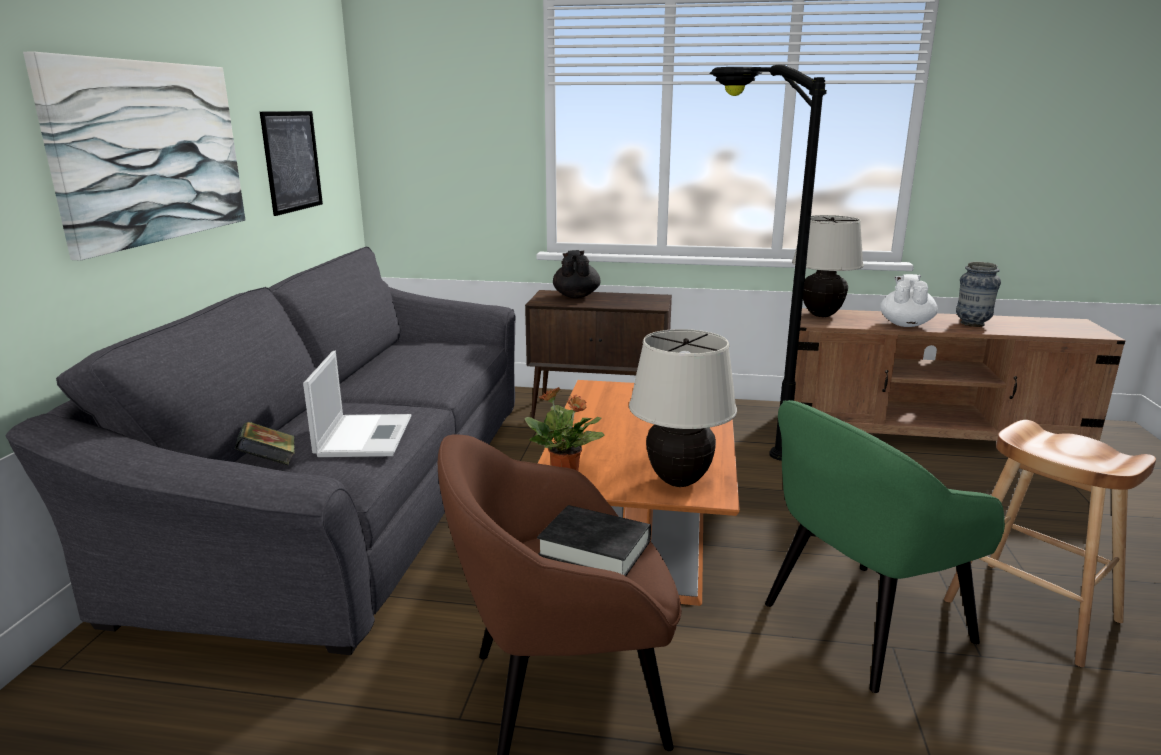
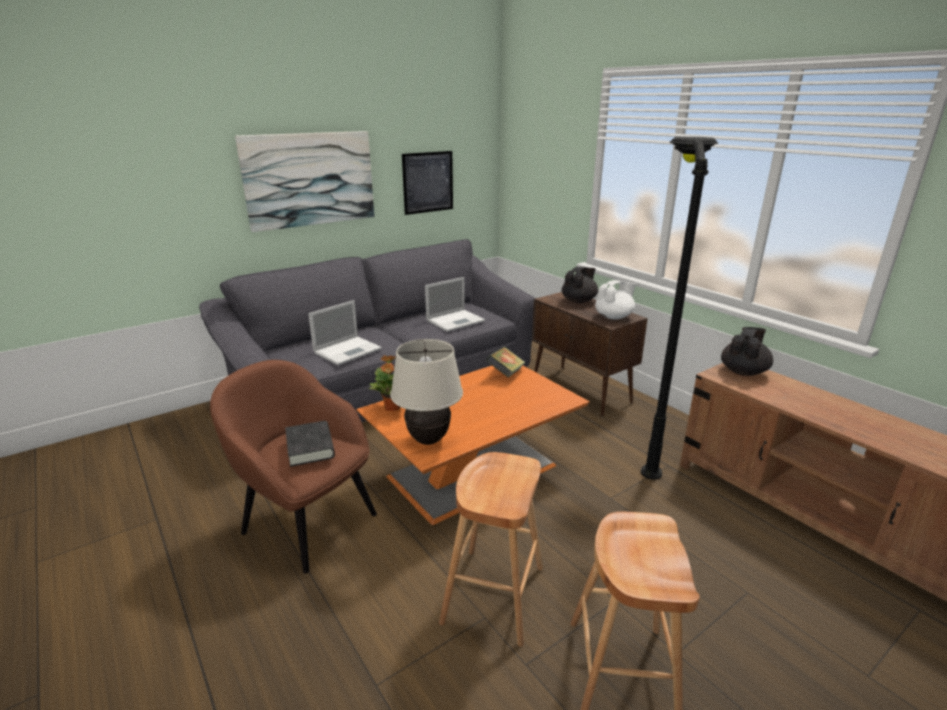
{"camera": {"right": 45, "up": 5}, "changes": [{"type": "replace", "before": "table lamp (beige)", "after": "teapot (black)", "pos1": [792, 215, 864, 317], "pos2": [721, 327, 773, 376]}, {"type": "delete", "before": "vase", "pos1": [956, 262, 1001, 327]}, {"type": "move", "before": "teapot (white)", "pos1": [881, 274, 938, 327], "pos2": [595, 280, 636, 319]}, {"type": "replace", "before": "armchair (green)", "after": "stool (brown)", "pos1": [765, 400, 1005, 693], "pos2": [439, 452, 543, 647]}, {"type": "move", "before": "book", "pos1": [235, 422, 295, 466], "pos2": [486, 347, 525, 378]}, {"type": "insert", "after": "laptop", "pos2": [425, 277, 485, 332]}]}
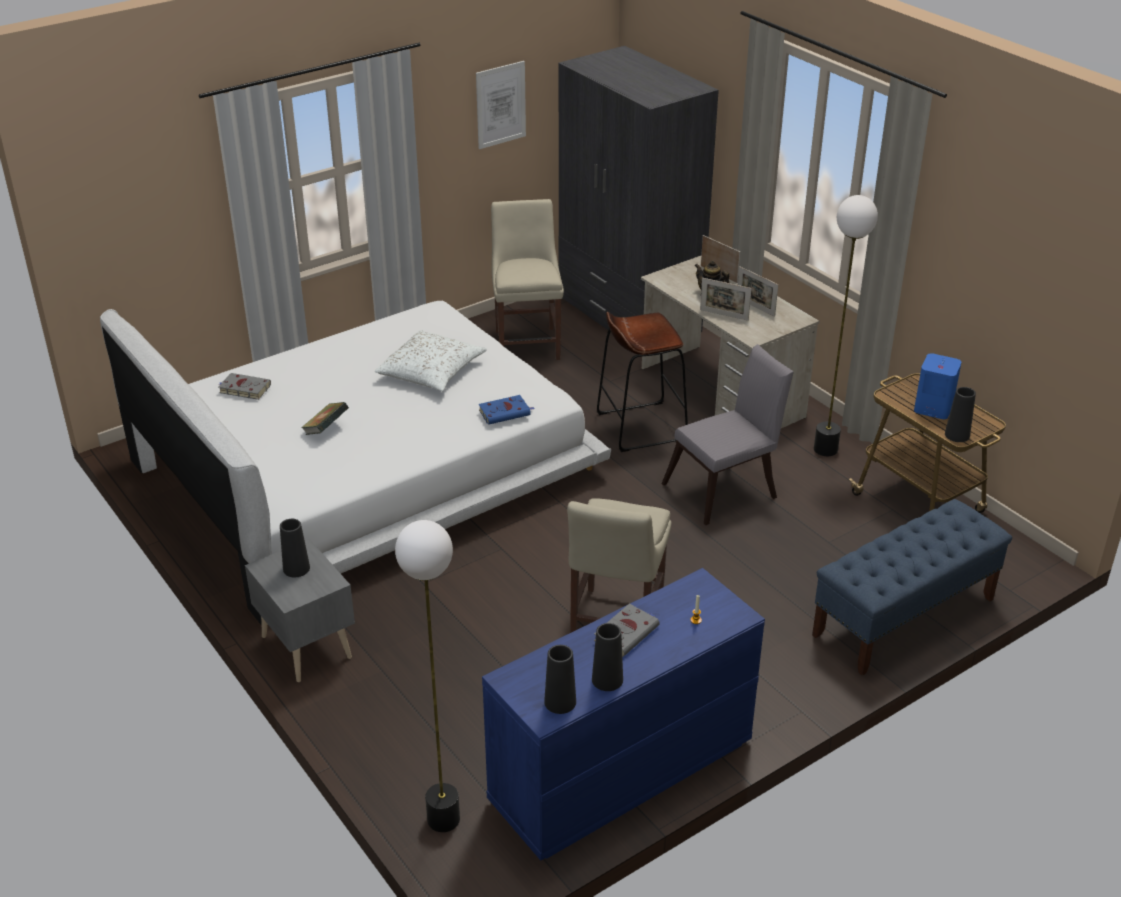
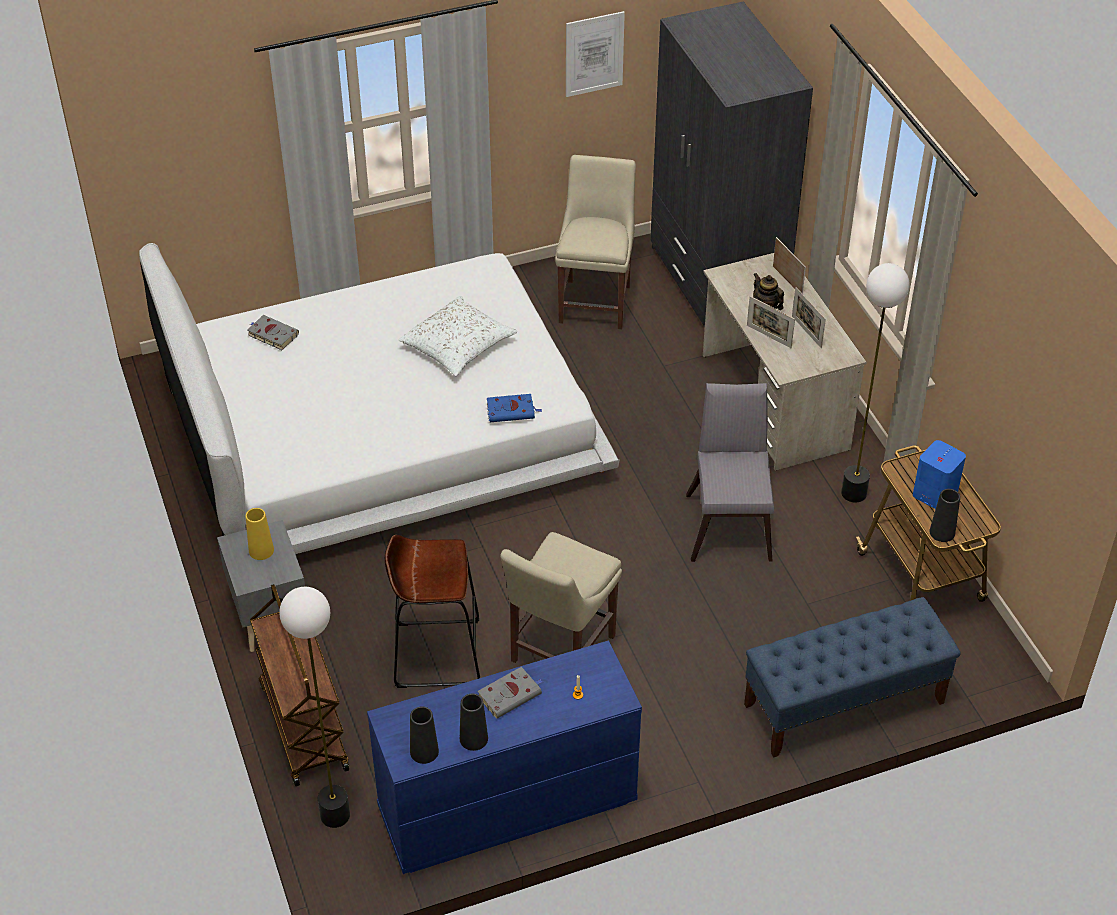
{"camera": {"right": 15, "up": 10}, "changes": [{"type": "move", "before": "stool (brown)", "pos1": [597, 312, 688, 452], "pos2": [385, 535, 480, 688]}, {"type": "rotate", "before": "chair (grey)", "pos1": [661, 344, 794, 525], "pos2": [686, 383, 774, 562], "turn": -75}, {"type": "delete", "before": "book", "pos1": [301, 402, 349, 435]}, {"type": "recolor", "before": "vase (black)", "after": "vase (yellow)", "pos1": [280, 519, 310, 577], "pos2": [246, 508, 274, 560]}, {"type": "insert", "after": "cart (brown)", "pos2": [250, 584, 349, 786]}]}
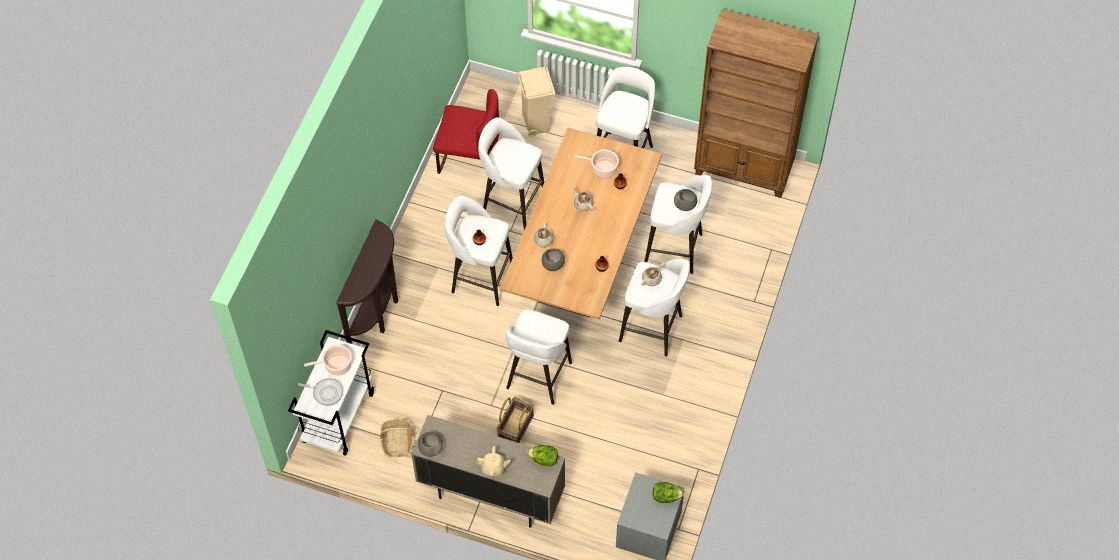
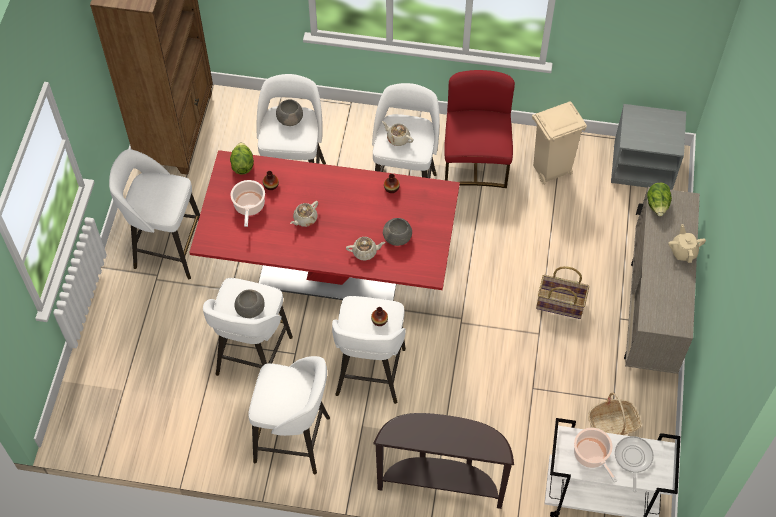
{"camera": {"right": -100, "up": 0}, "changes": [{"type": "move", "before": "trash can (beige)", "pos1": [517, 67, 556, 137], "pos2": [532, 101, 587, 185]}, {"type": "move", "before": "chair (red)", "pos1": [433, 89, 499, 174], "pos2": [444, 70, 515, 188]}, {"type": "recolor", "before": "dining table (beige)", "after": "dining table (red)", "pos1": [500, 128, 662, 319], "pos2": [189, 150, 460, 301]}, {"type": "move", "before": "stool (white)", "pos1": [506, 309, 572, 405], "pos2": [248, 356, 330, 474]}, {"type": "move", "before": "bowl (grey)", "pos1": [418, 432, 443, 457], "pos2": [234, 290, 265, 318]}, {"type": "move", "before": "lettuce", "pos1": [652, 482, 684, 503], "pos2": [230, 142, 254, 174]}]}
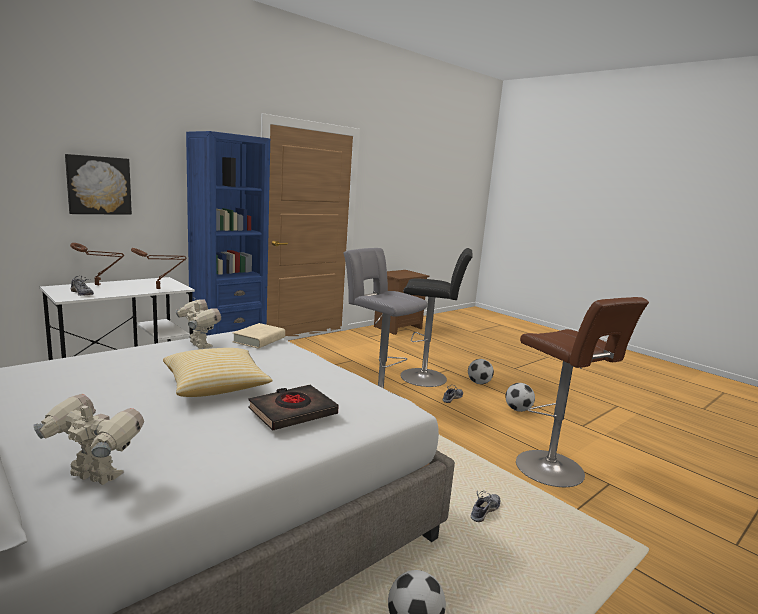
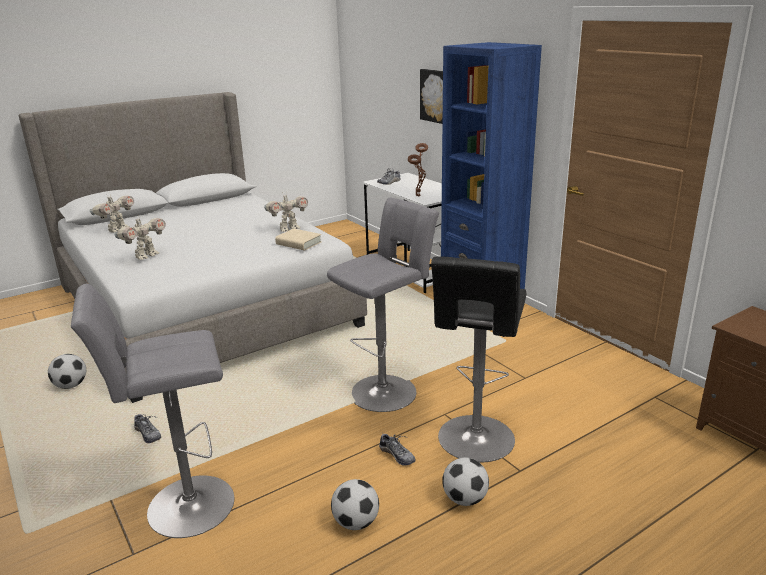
{"camera": {"right": 100, "up": 10}, "changes": [{"type": "recolor", "before": "stool (brown)", "after": "stool (grey)", "pos1": [516, 297, 649, 487], "pos2": [71, 284, 234, 538]}, {"type": "delete", "before": "pillow", "pos1": [163, 348, 273, 397]}, {"type": "replace", "before": "book (black)", "after": "toy robot", "pos1": [248, 385, 339, 431], "pos2": [114, 215, 166, 260]}]}
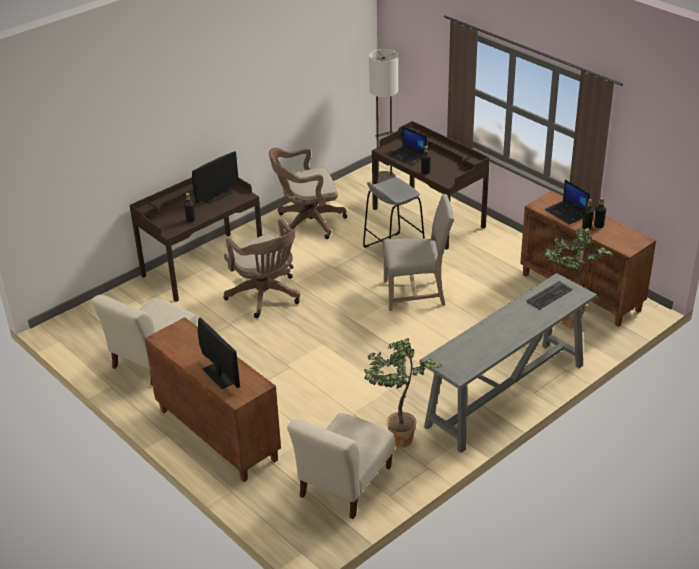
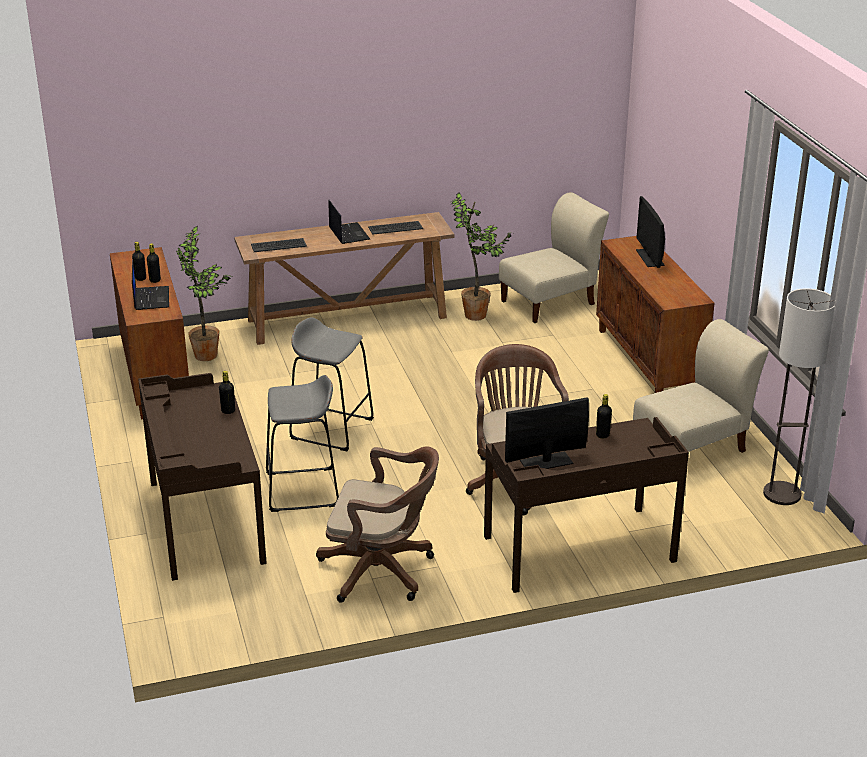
{"camera": {"right": -155, "up": -5}, "changes": [{"type": "move", "before": "floor lamp", "pos1": [369, 49, 398, 183], "pos2": [763, 288, 835, 505]}, {"type": "move", "before": "laptop", "pos1": [388, 126, 427, 166], "pos2": [328, 200, 370, 244]}, {"type": "replace", "before": "chair (beige)", "after": "stool (grey)", "pos1": [383, 194, 454, 311], "pos2": [289, 317, 374, 451]}, {"type": "recolor", "before": "console table (grey)", "after": "console table (brown)", "pos1": [419, 273, 597, 453], "pos2": [234, 212, 454, 345]}, {"type": "insert", "after": "keyboard", "pos2": [368, 221, 423, 235]}]}
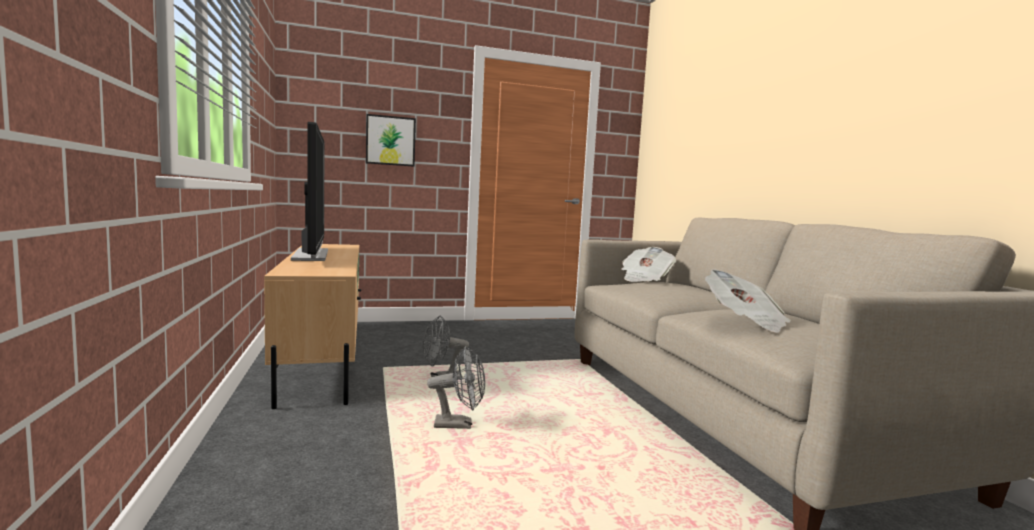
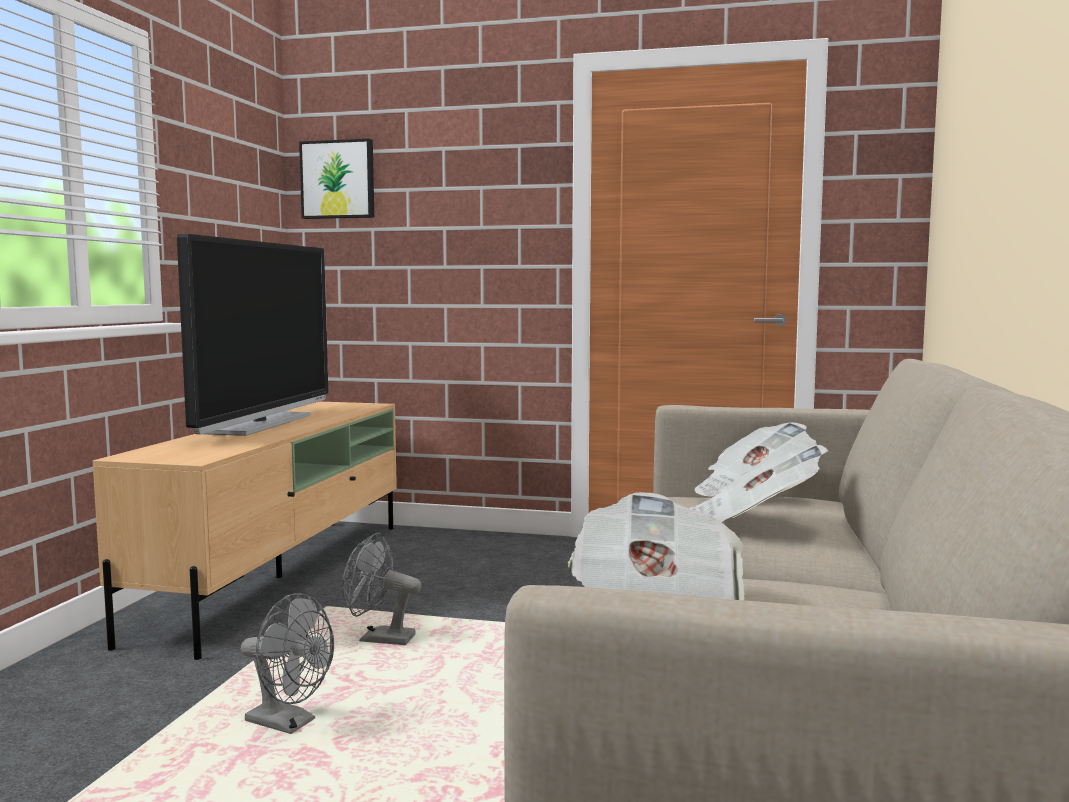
{"camera": {"right": 30, "up": 0}, "changes": [{"type": "move", "before": "picture", "pos1": [366, 114, 416, 167], "pos2": [299, 139, 374, 219]}, {"type": "insert", "after": "newspaper", "pos2": [689, 445, 828, 522]}]}
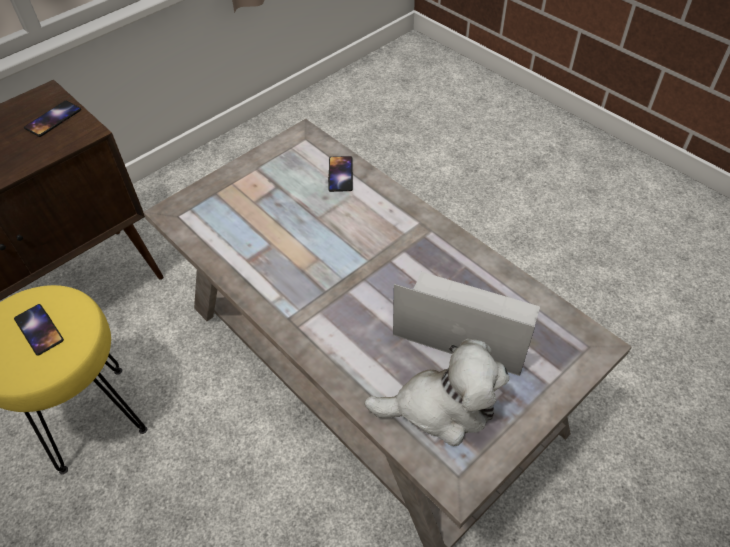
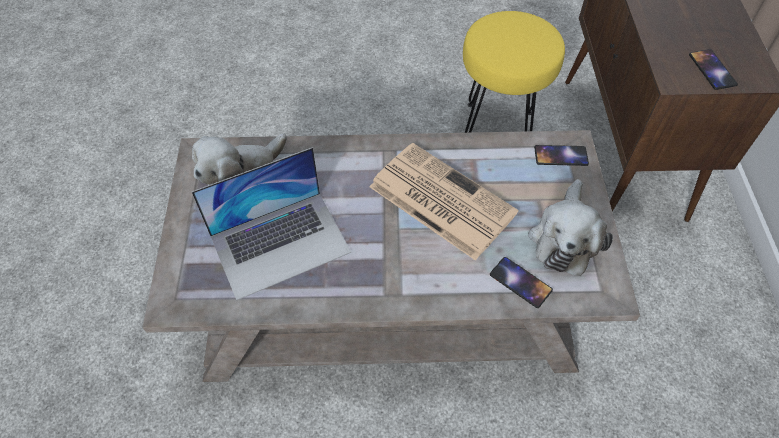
{"camera": {"right": 130, "up": 5}, "changes": [{"type": "move", "before": "phone", "pos1": [14, 304, 64, 356], "pos2": [534, 145, 589, 166]}, {"type": "insert", "after": "newspaper", "pos2": [369, 143, 518, 261]}, {"type": "insert", "after": "plush toy", "pos2": [528, 179, 613, 276]}]}
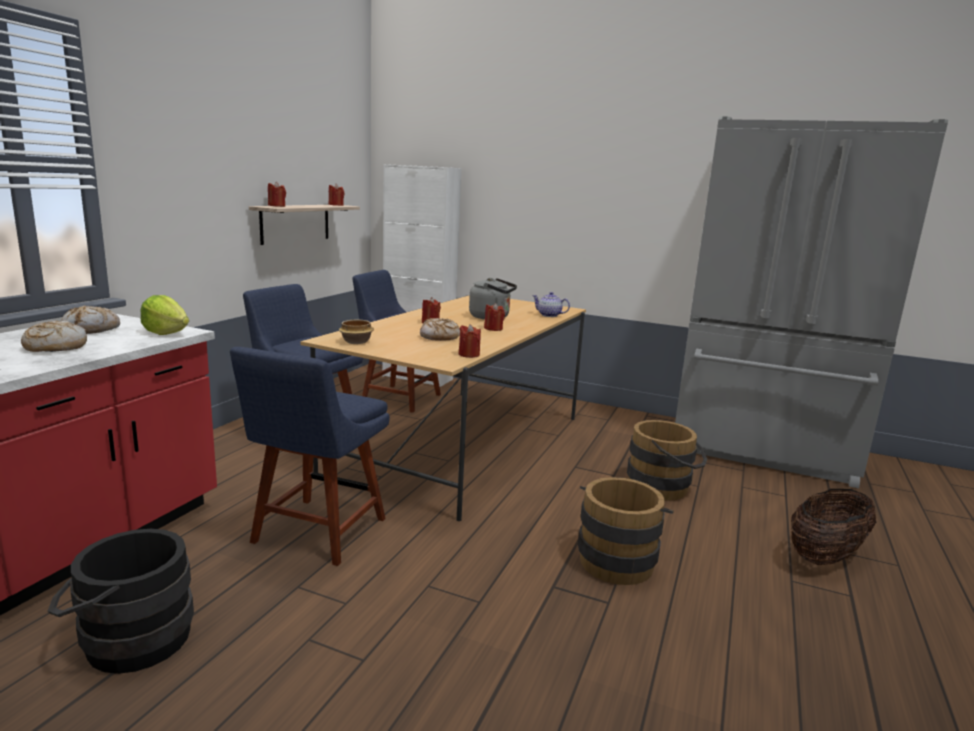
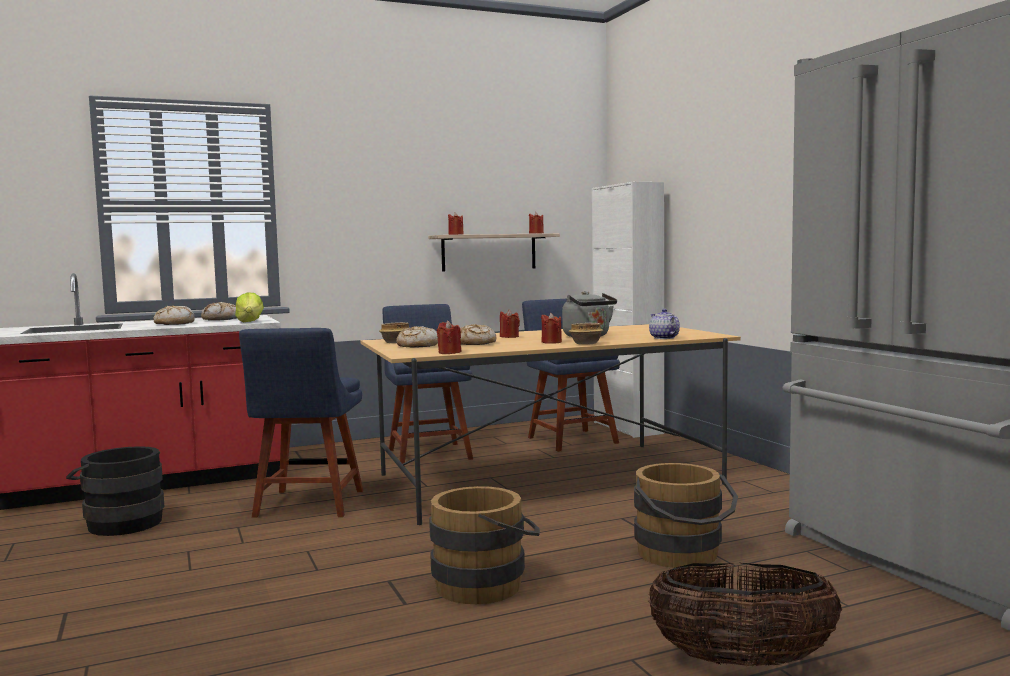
{"camera": {"right": 45, "up": -10}, "changes": [{"type": "rotate", "before": "chair (blue)", "pos1": [230, 347, 390, 566], "pos2": [239, 328, 363, 518], "turn": -60}, {"type": "insert", "after": "bowl", "pos2": [569, 323, 603, 345]}, {"type": "insert", "after": "bread", "pos2": [396, 326, 438, 348]}]}
